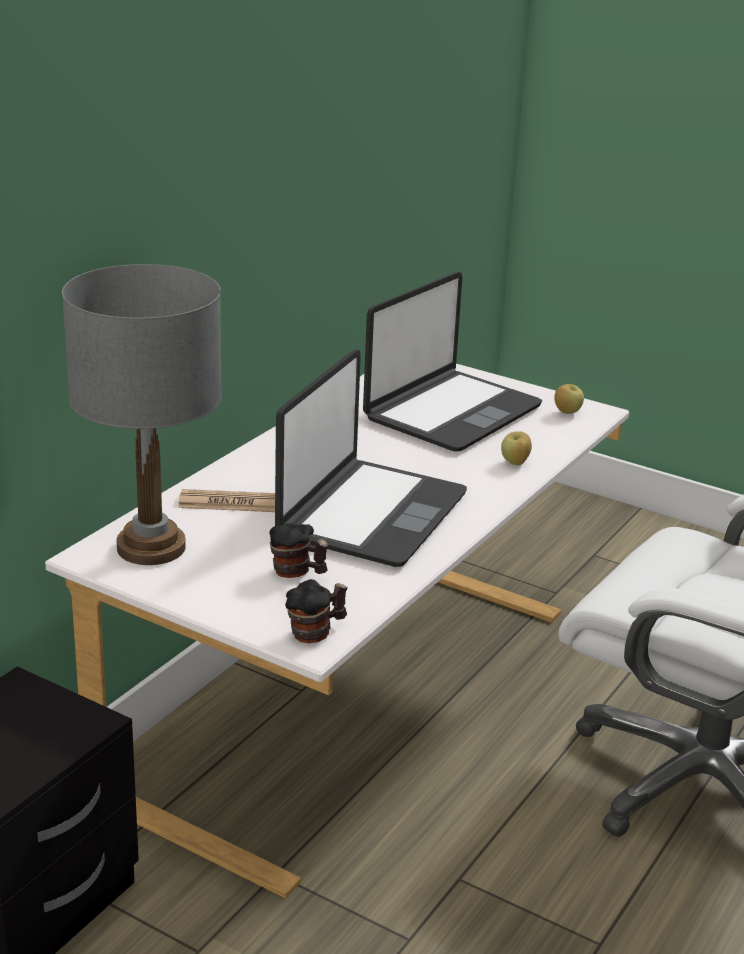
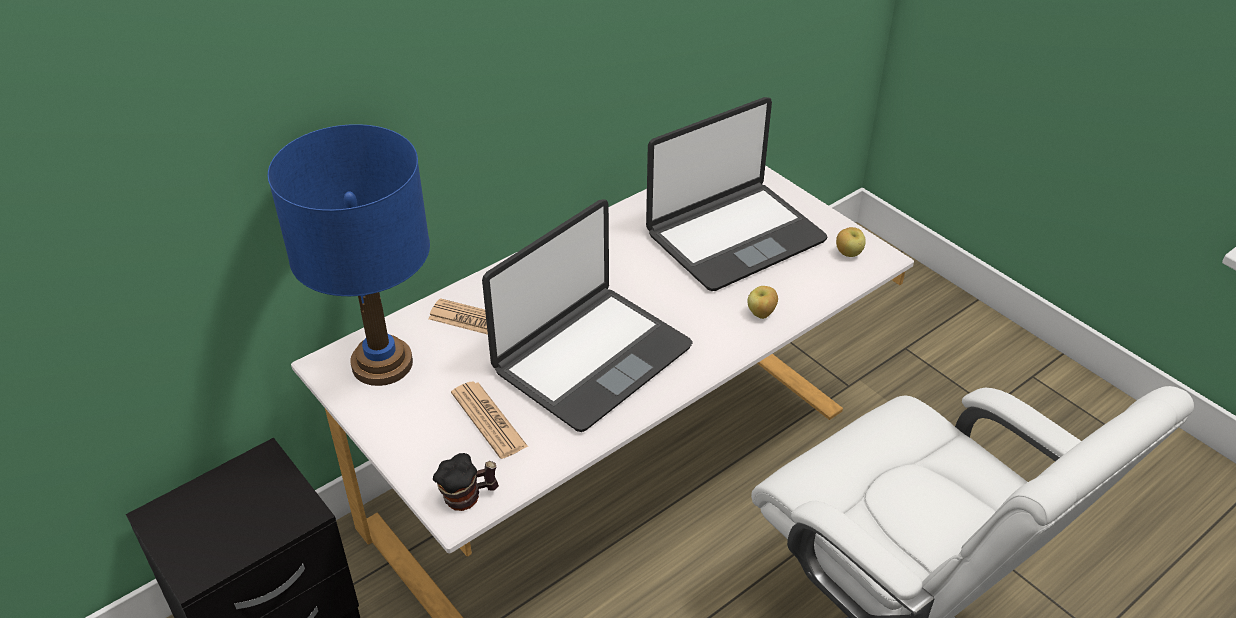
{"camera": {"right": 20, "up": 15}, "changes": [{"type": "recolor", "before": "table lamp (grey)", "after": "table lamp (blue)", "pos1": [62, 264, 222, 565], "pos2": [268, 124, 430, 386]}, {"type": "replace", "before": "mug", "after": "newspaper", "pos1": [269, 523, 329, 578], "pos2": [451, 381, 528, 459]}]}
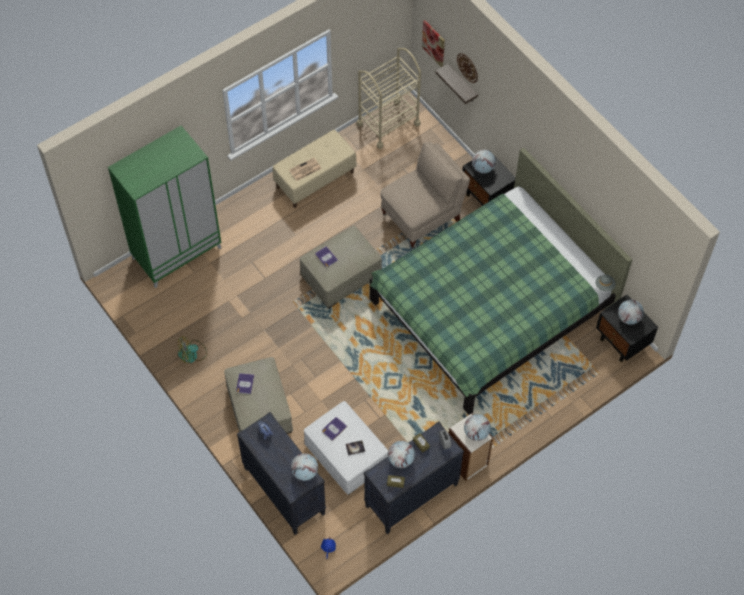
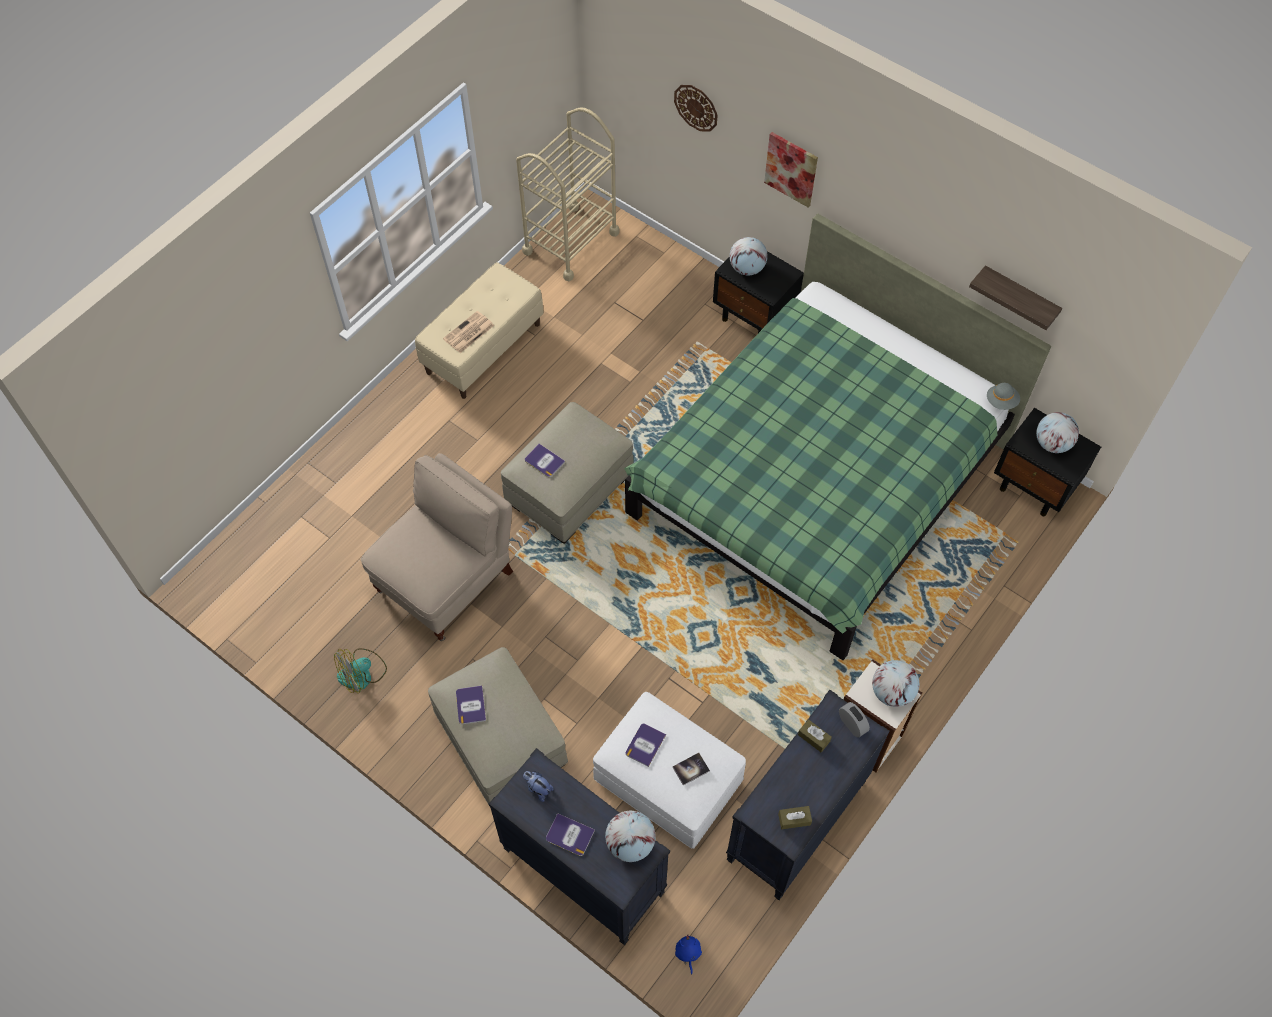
{"camera": {"right": -15, "up": 0}, "changes": [{"type": "move", "before": "picture", "pos1": [422, 20, 445, 67], "pos2": [764, 132, 818, 207]}, {"type": "move", "before": "shelf", "pos1": [435, 64, 478, 104], "pos2": [969, 265, 1062, 330]}, {"type": "delete", "before": "wardrobe (green)", "pos1": [108, 126, 221, 288]}, {"type": "move", "before": "chair (beige)", "pos1": [380, 142, 470, 248], "pos2": [361, 453, 513, 641]}, {"type": "delete", "before": "globe", "pos1": [388, 441, 415, 468]}, {"type": "insert", "after": "book", "pos2": [546, 813, 595, 856]}]}
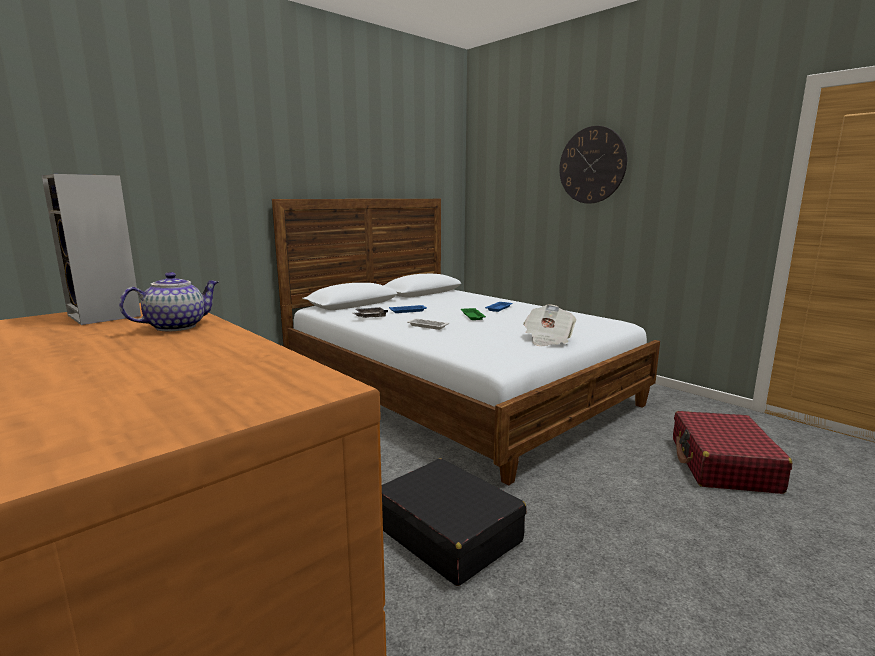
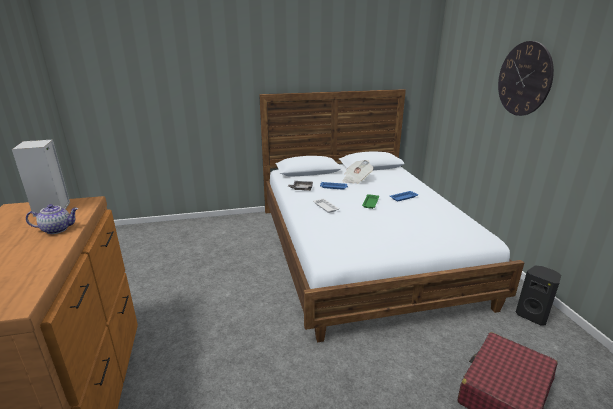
{"camera": {"right": 30, "up": 10}, "changes": [{"type": "move", "before": "newspaper", "pos1": [523, 304, 576, 346], "pos2": [342, 160, 373, 184]}, {"type": "delete", "before": "suitcase (black)", "pos1": [382, 459, 527, 586]}, {"type": "insert", "after": "speaker (black)", "pos2": [516, 265, 561, 326]}]}
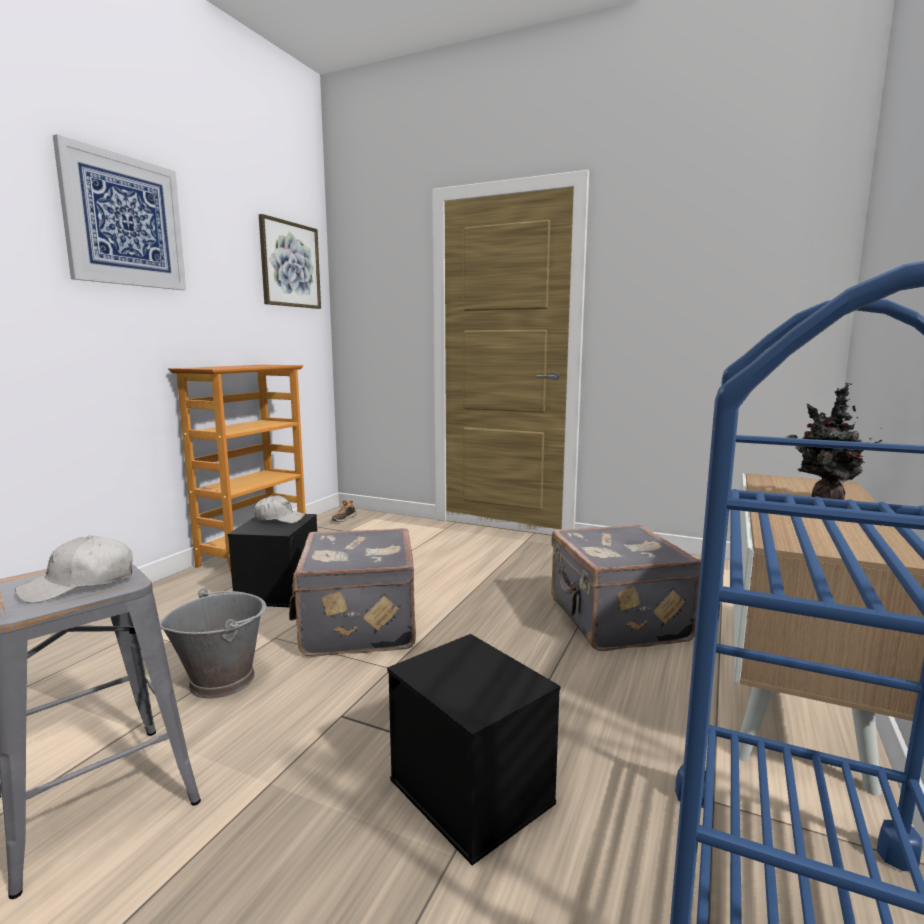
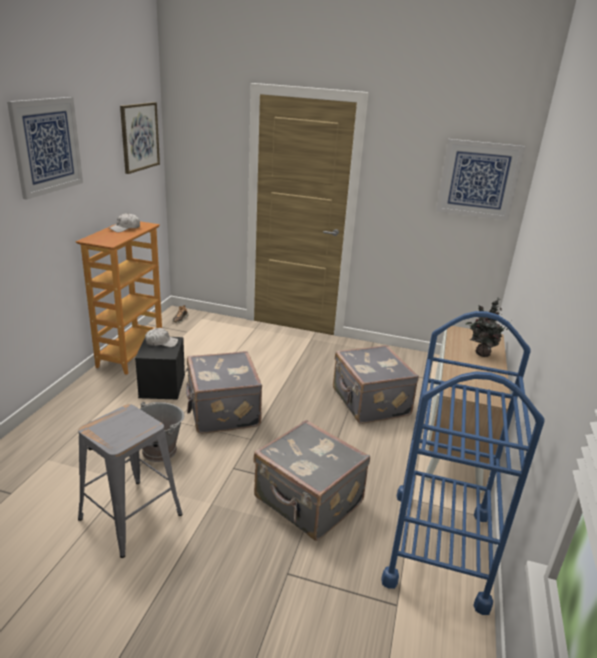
{"camera": {"right": -10, "up": 15}, "changes": [{"type": "move", "before": "cap (white)", "pos1": [15, 536, 133, 603], "pos2": [109, 213, 140, 232]}, {"type": "replace", "before": "storage box (black)", "after": "suitcase (grey)", "pos1": [387, 634, 560, 865], "pos2": [253, 420, 370, 541]}, {"type": "insert", "after": "picture", "pos2": [436, 139, 525, 221]}]}
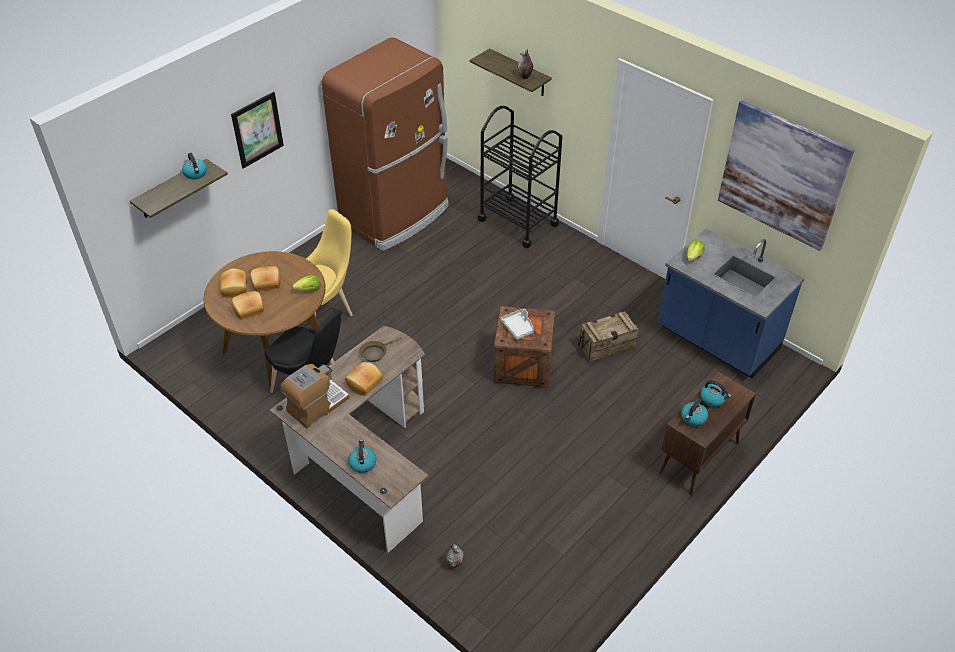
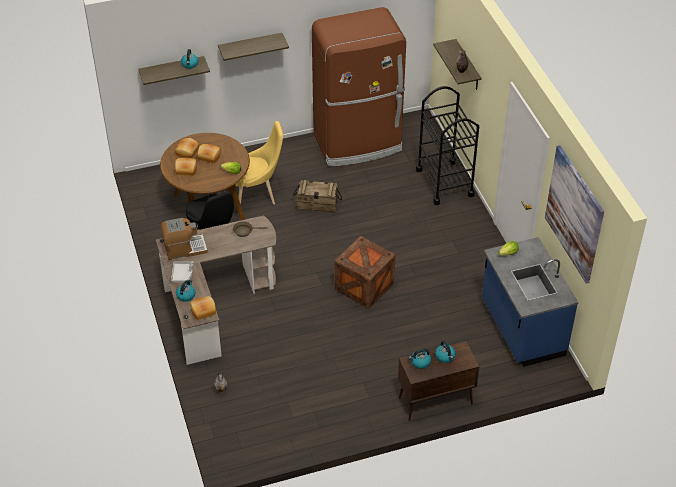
{"camera": {"right": 30, "up": 0}, "changes": [{"type": "replace", "before": "picture", "after": "shelf", "pos1": [231, 92, 284, 169], "pos2": [218, 33, 289, 61]}, {"type": "move", "before": "tray (grey)", "pos1": [501, 309, 534, 340], "pos2": [171, 261, 193, 283]}, {"type": "move", "before": "crate", "pos1": [578, 311, 638, 362], "pos2": [293, 180, 342, 213]}, {"type": "move", "before": "bread", "pos1": [345, 362, 383, 396], "pos2": [190, 296, 216, 320]}]}
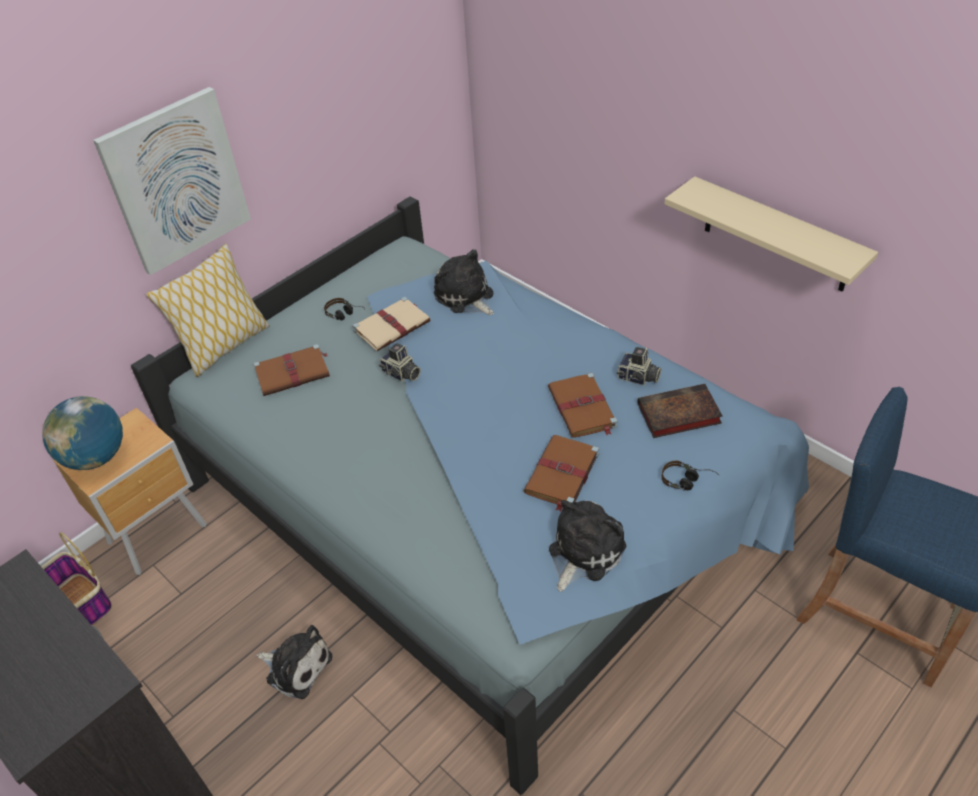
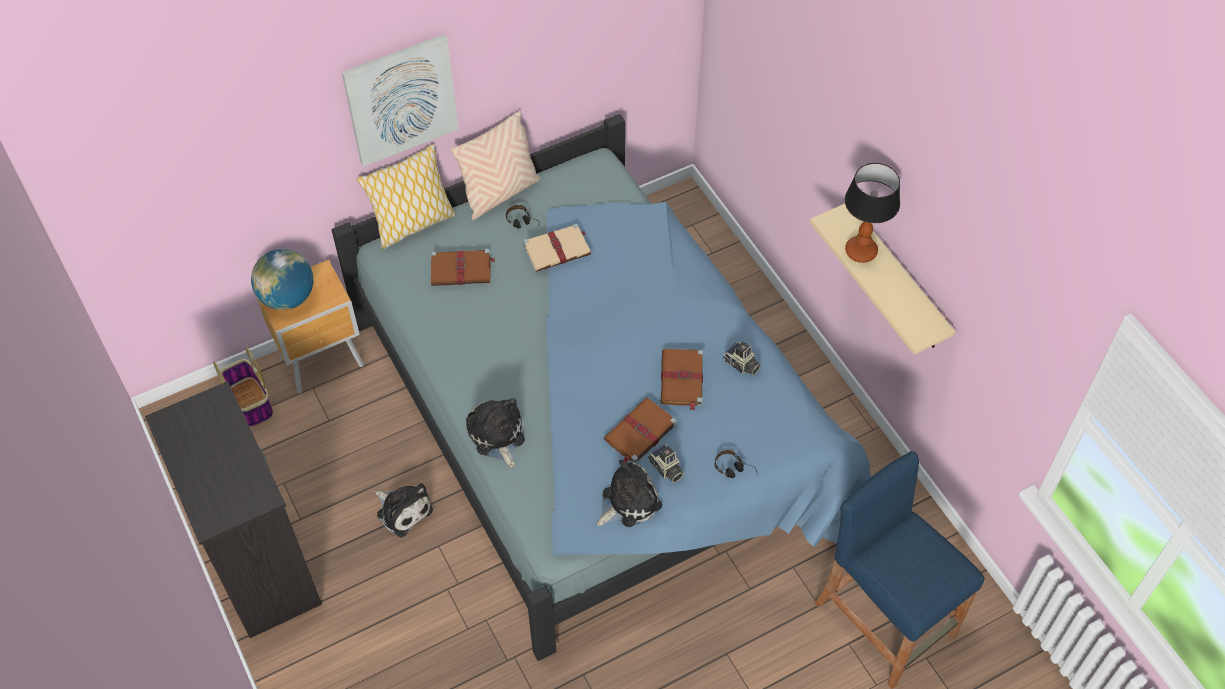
{"camera": {"right": 15, "up": 10}, "changes": [{"type": "move", "before": "plush toy", "pos1": [434, 249, 494, 315], "pos2": [466, 398, 525, 468]}, {"type": "move", "before": "photo camera", "pos1": [379, 343, 421, 382], "pos2": [648, 444, 684, 483]}, {"type": "delete", "before": "book", "pos1": [638, 384, 723, 438]}, {"type": "insert", "after": "pillow (beige)", "pos2": [450, 110, 541, 220]}, {"type": "insert", "after": "table lamp", "pos2": [845, 163, 900, 263]}]}
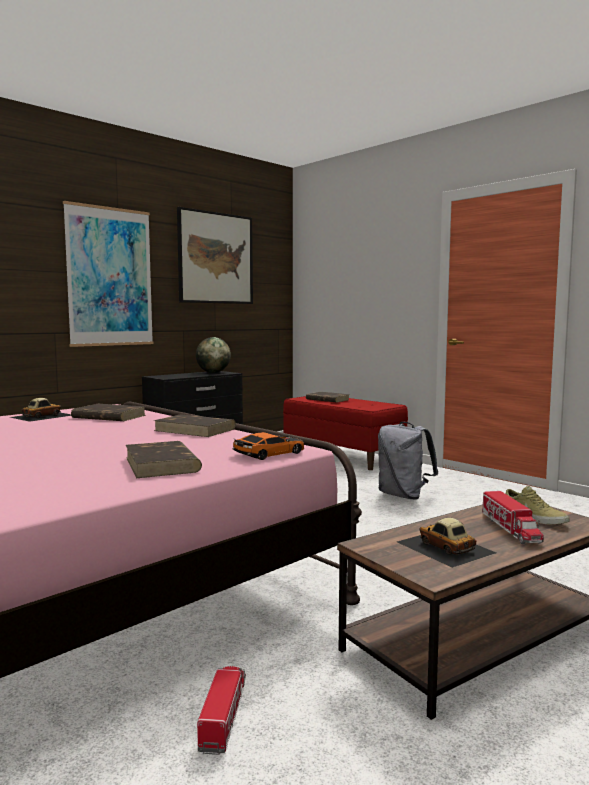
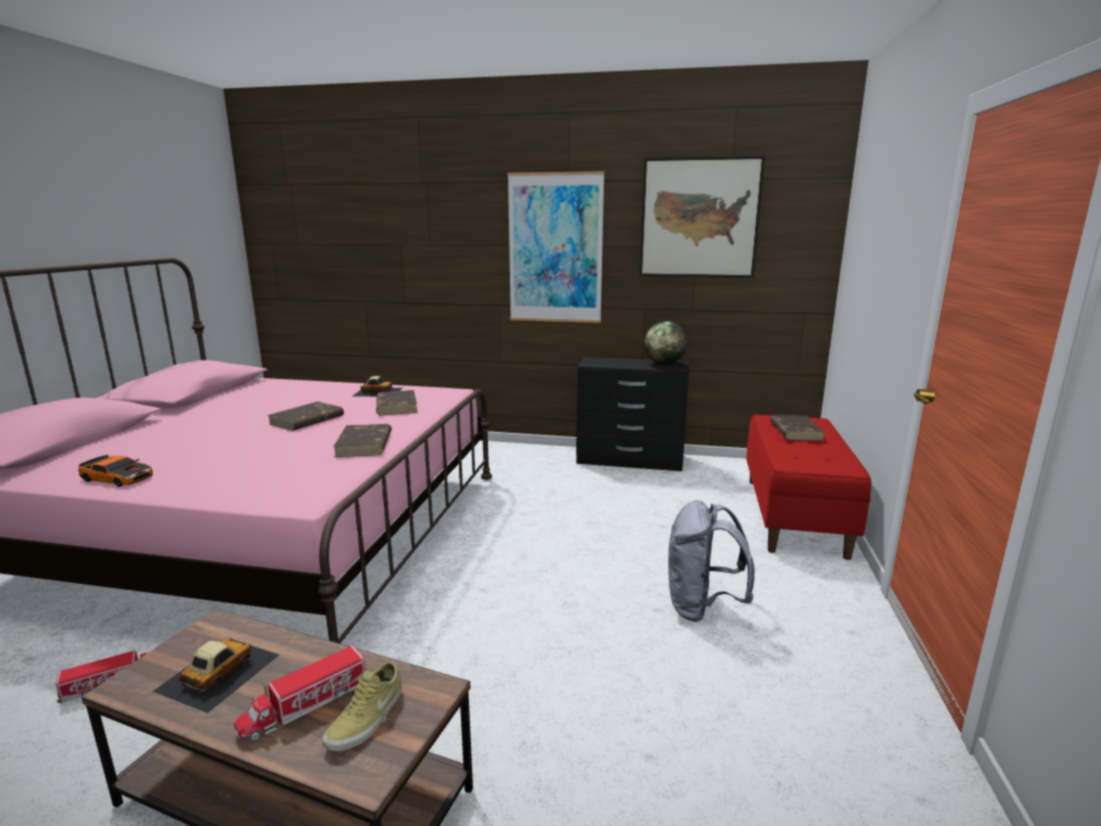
{"camera": {"right": 55, "up": 10}, "changes": [{"type": "move", "before": "toy car", "pos1": [233, 432, 304, 460], "pos2": [78, 455, 153, 487]}, {"type": "move", "before": "book (brown)", "pos1": [126, 441, 202, 478], "pos2": [267, 401, 344, 431]}]}
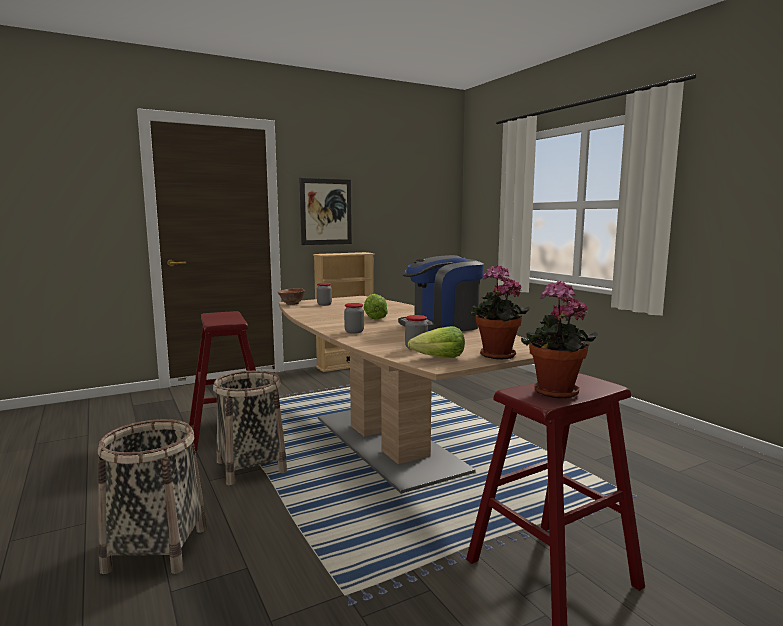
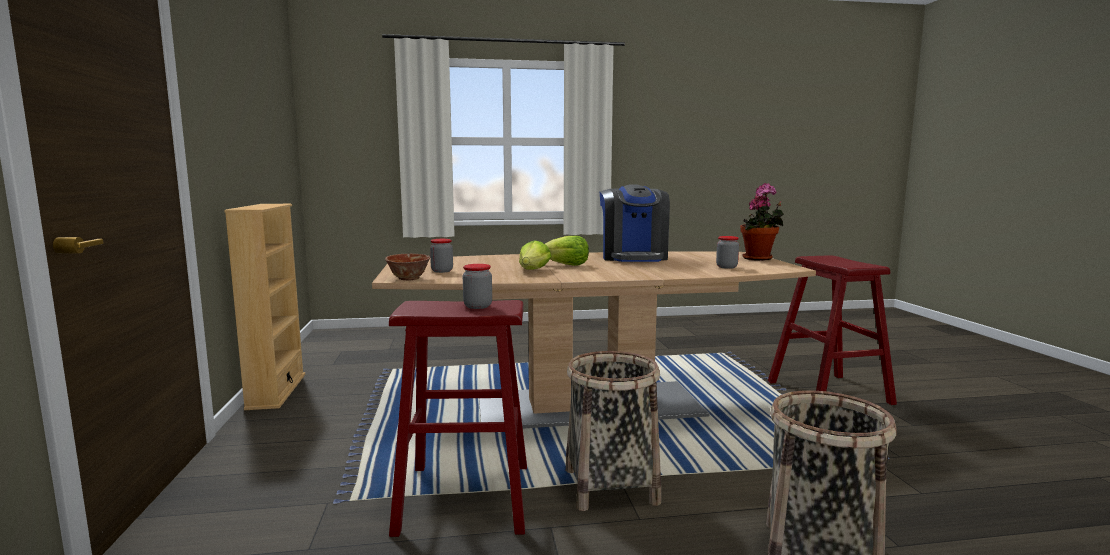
{"camera": {"right": -70, "up": 0}, "changes": [{"type": "delete", "before": "picture", "pos1": [299, 178, 352, 245]}, {"type": "delete", "before": "potted plant", "pos1": [521, 280, 598, 399]}, {"type": "move", "before": "jar", "pos1": [344, 303, 364, 334], "pos2": [463, 264, 492, 309]}, {"type": "move", "before": "lettuce", "pos1": [408, 326, 465, 358], "pos2": [519, 240, 552, 270]}]}
